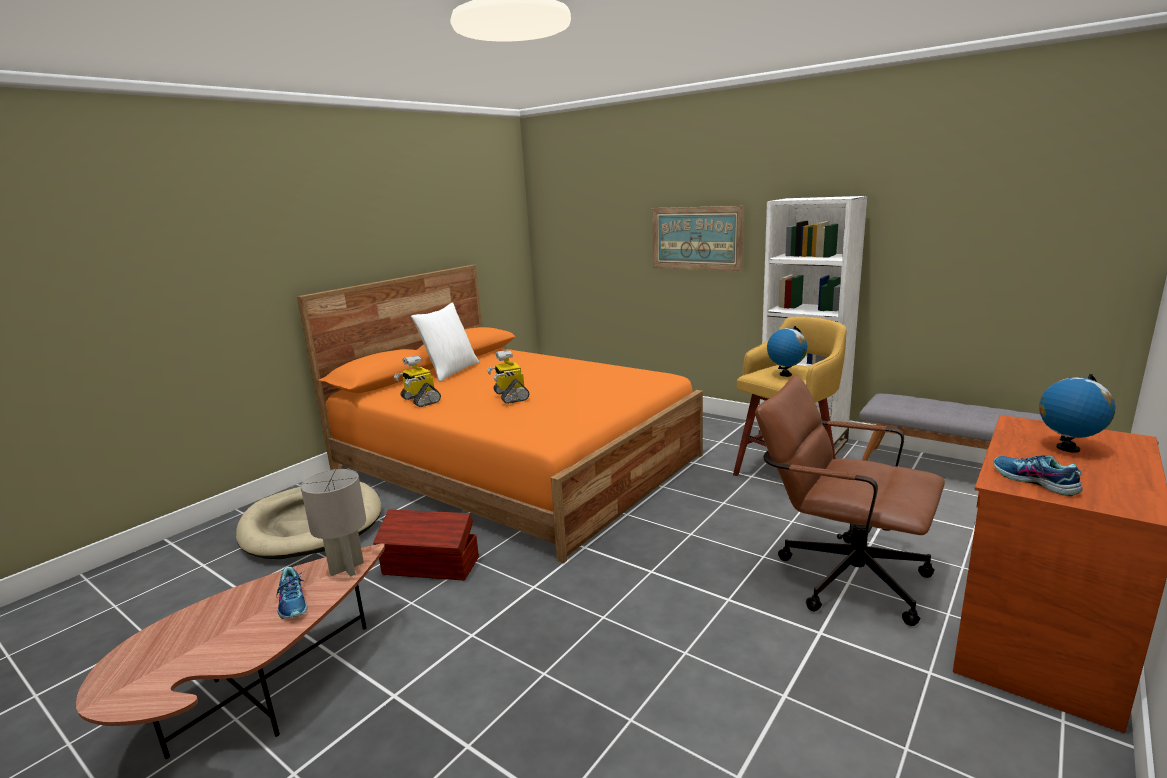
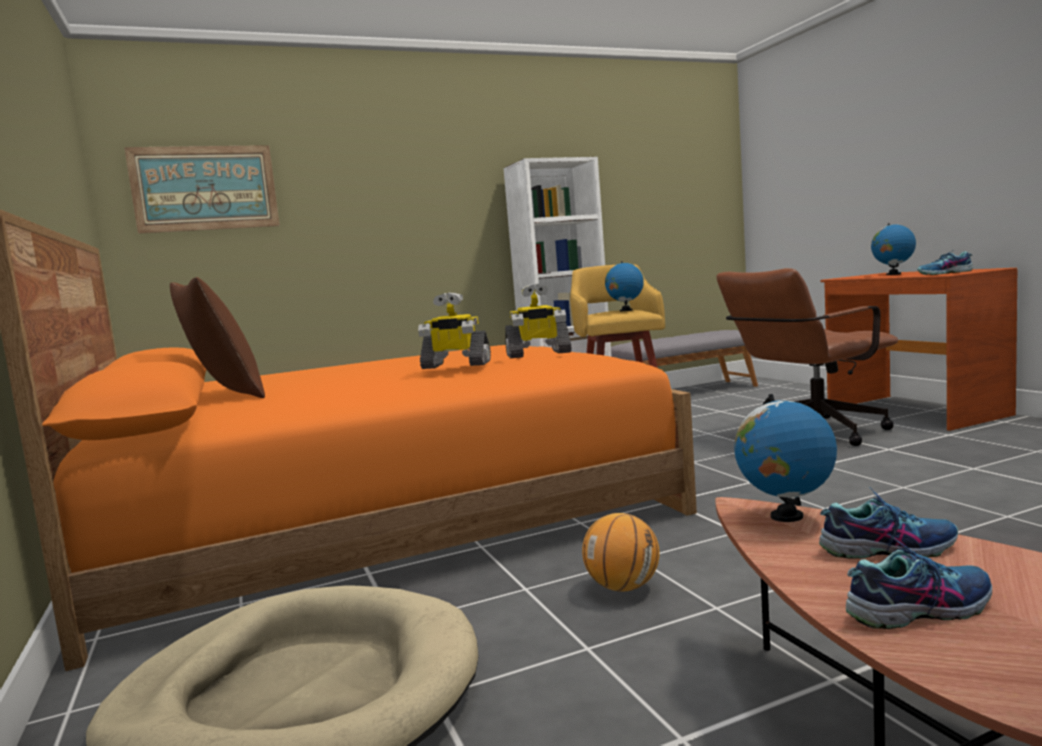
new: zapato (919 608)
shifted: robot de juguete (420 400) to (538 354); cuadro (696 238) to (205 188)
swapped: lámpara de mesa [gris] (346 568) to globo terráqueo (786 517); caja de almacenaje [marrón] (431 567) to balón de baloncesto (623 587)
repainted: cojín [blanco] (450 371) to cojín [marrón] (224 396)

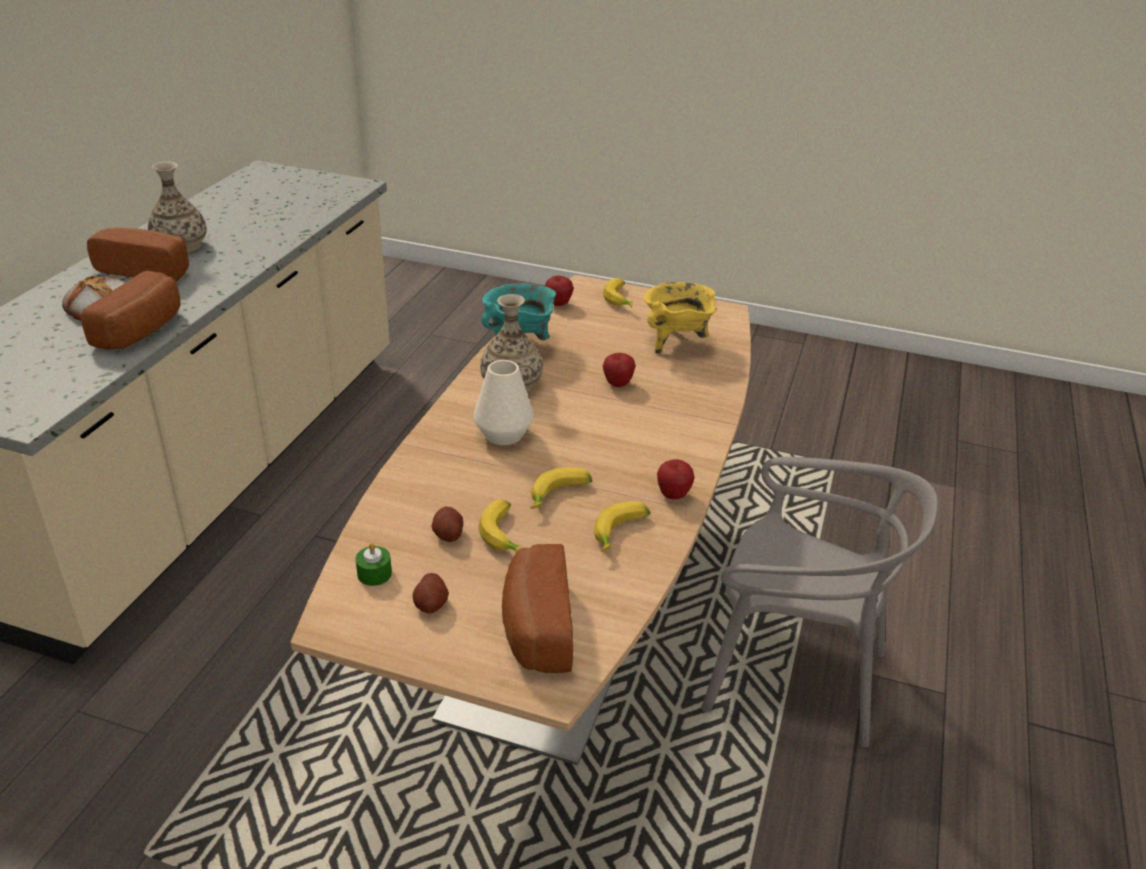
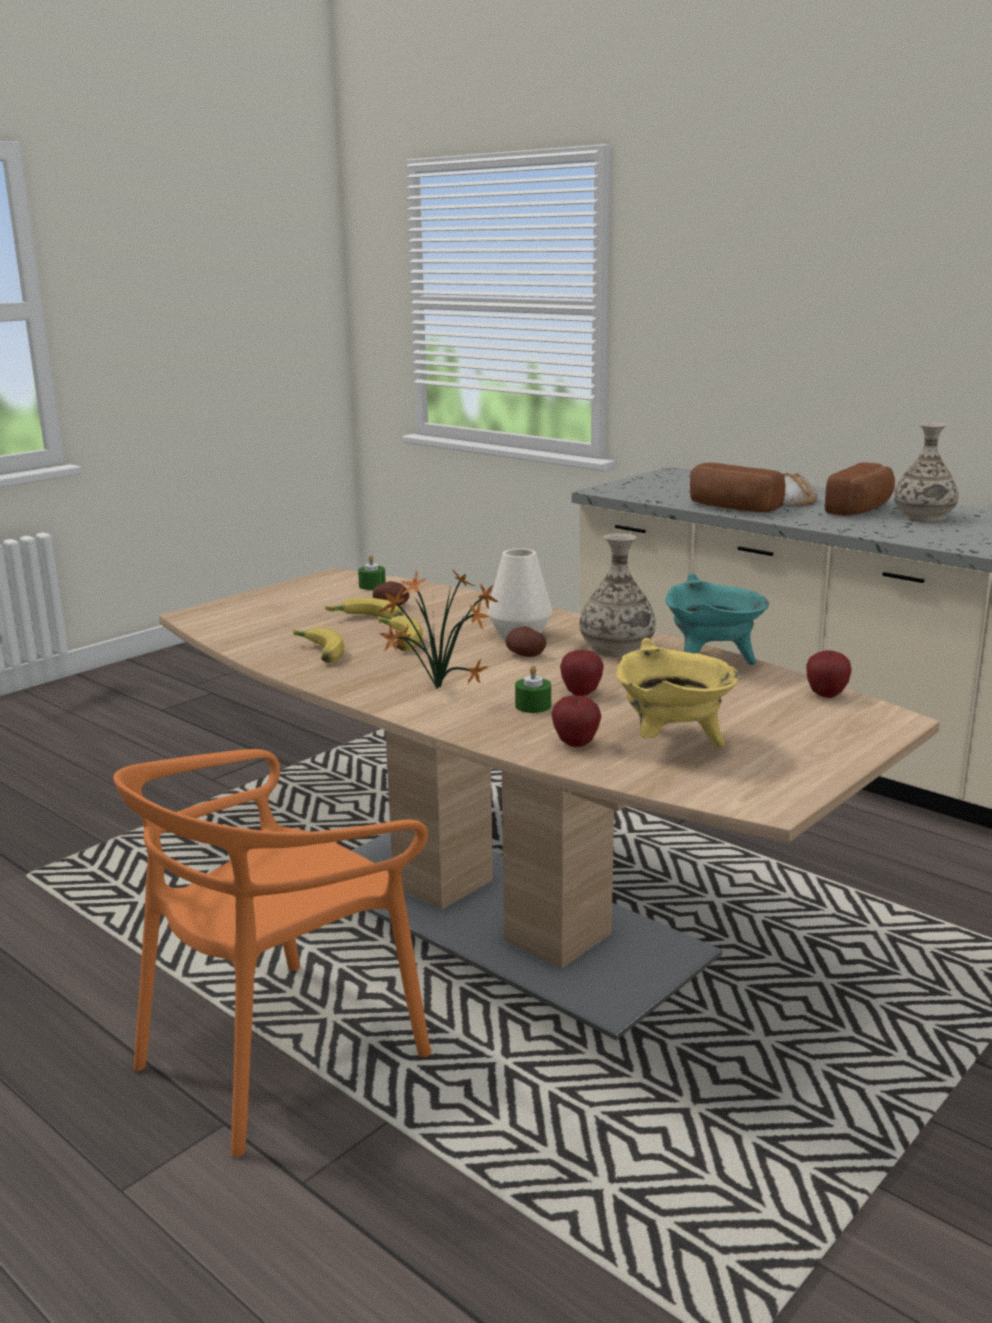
gone: pan (534 627); plátano (621 300)
new: planta en maceta (435 688); vela [verde] (533 706)
shifted: patata (431 604) to (525 655); manzana (673 495) to (576 744)
repainted: silla [gris] (793 674) to silla [naranja] (280 1054)

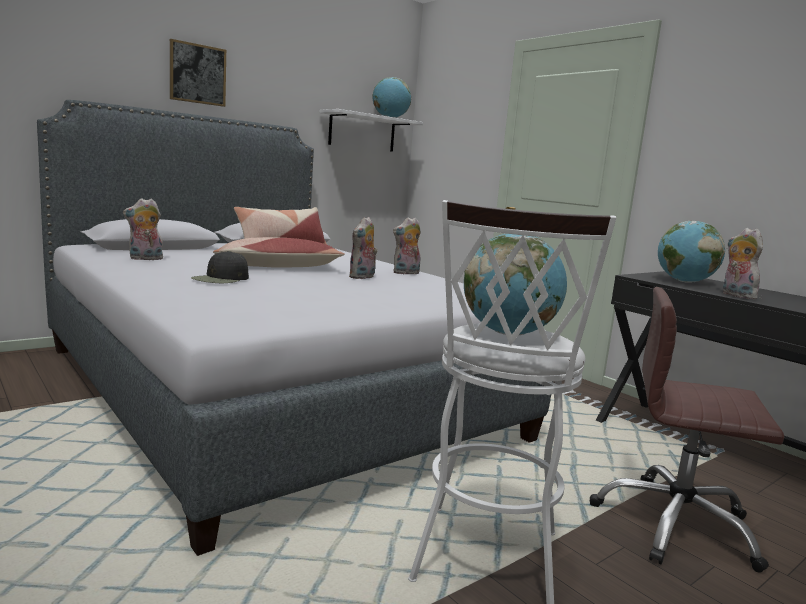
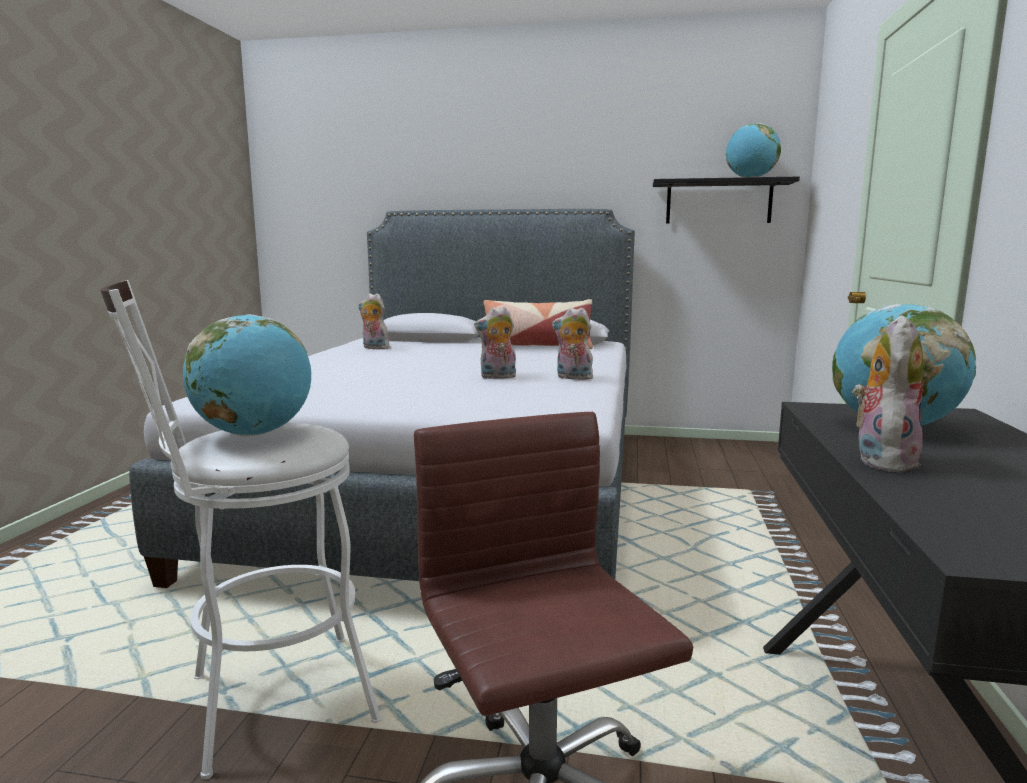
gone: cuadro (197 74); gorra [negro] (221 279); cojín (277 267)
repainted: estante [blanco] (362 132) to estante [negro] (718 202)

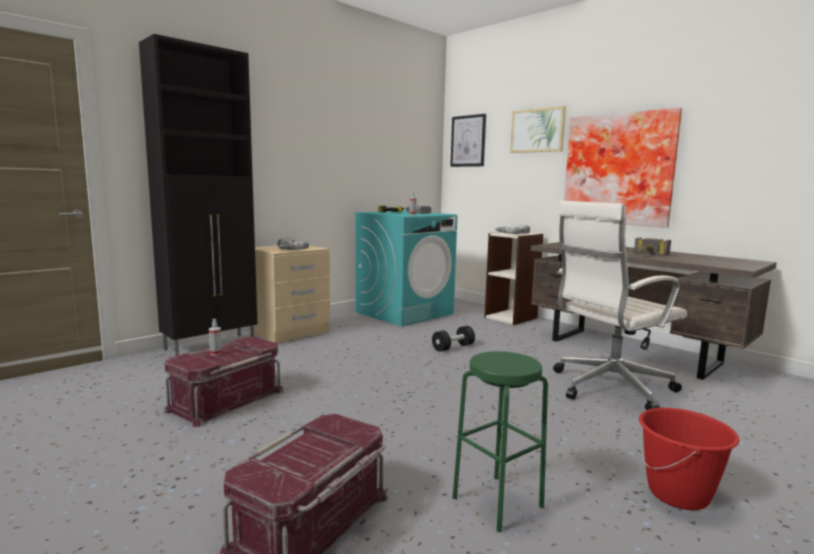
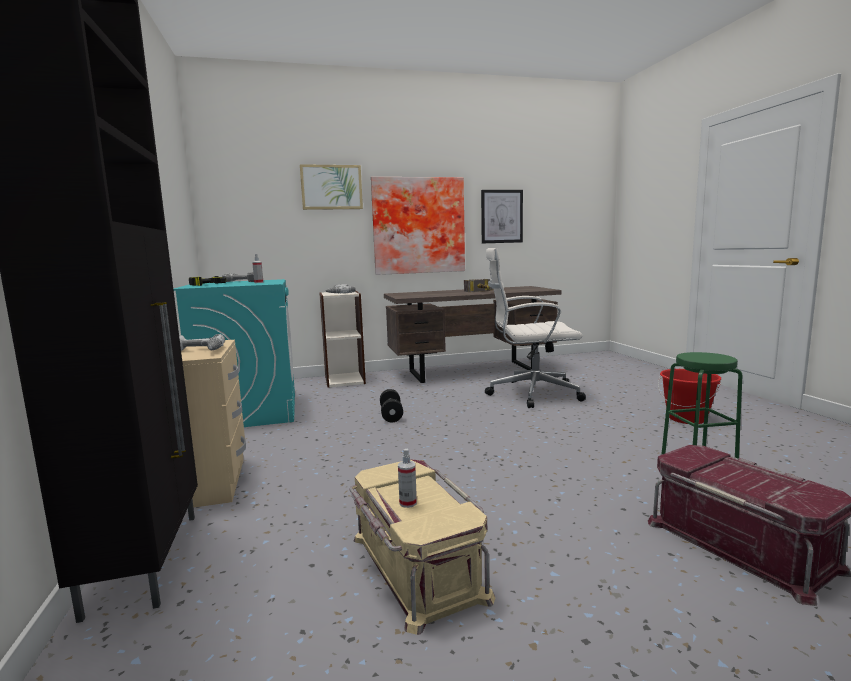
shifted: cuadro (468 141) to (501 216)
repainted: caja de almacenaje [rojo] (226 399) to caja de almacenaje [beis] (415 566)
rotated: silla de oficina [blanco] (608 388) = (531 393) 90 degrees clockwise

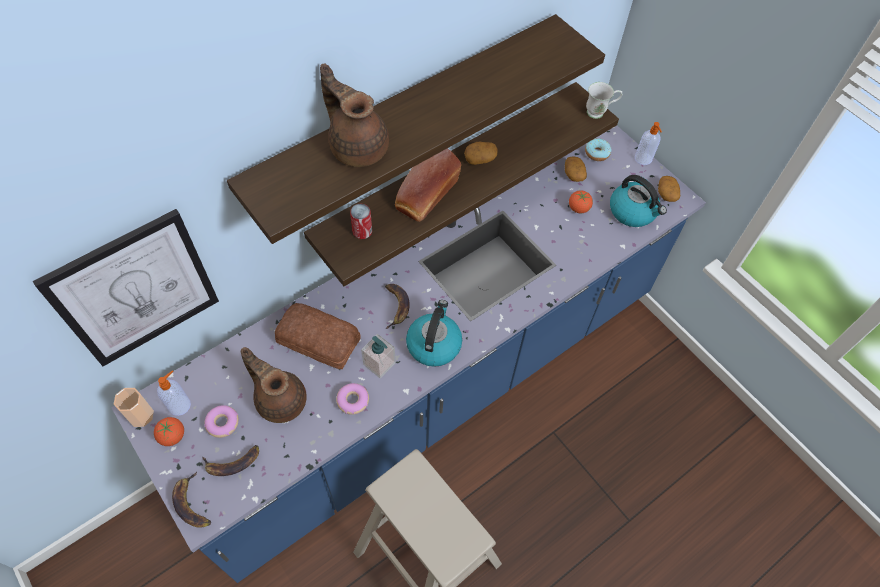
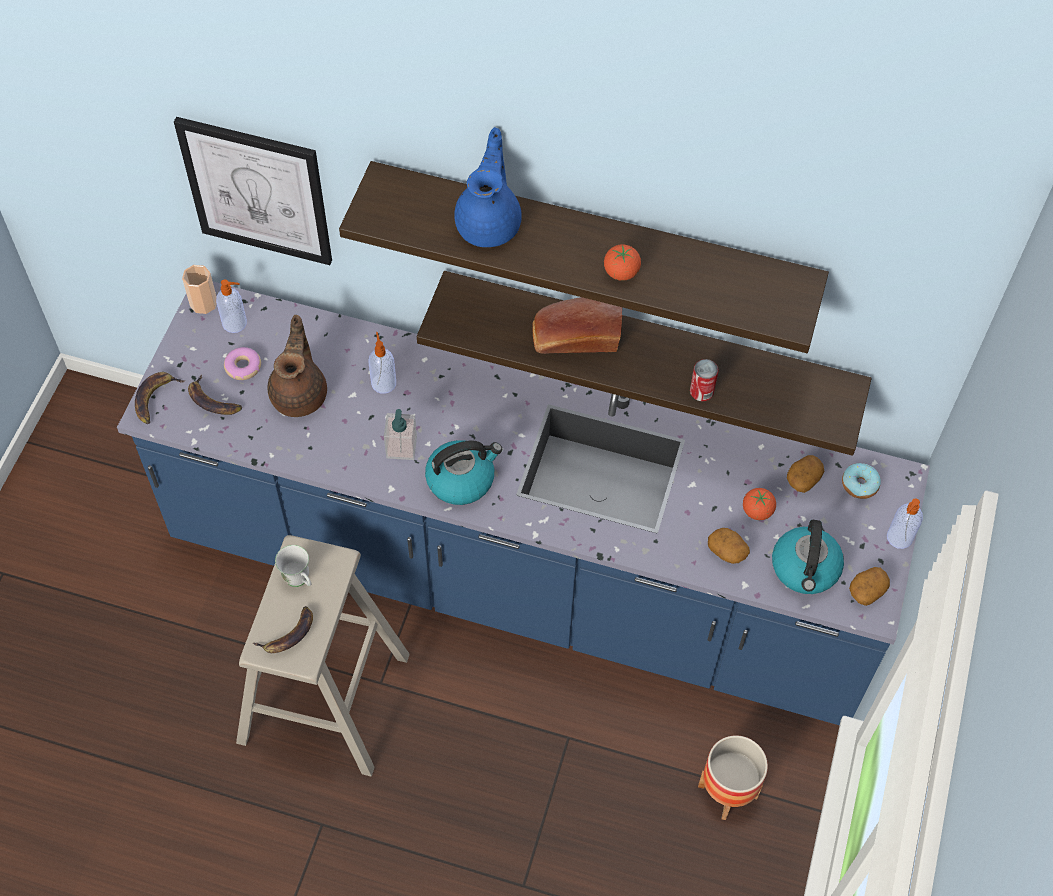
gone: rosquilla (353 401)
new: maceta (727 791)
shifted: tomate (172 436) to (621 273); lata (362 231) to (701 391); plátano (396 306) to (289 635); patata (480 158) to (727 551); taza grande [blanco] (599 112) to (300 581)
swapped: pan (318 342) to dispensador de jabón (383 382)
repainted: tetera [marrón] (357 146) to tetera [azul] (489 223)

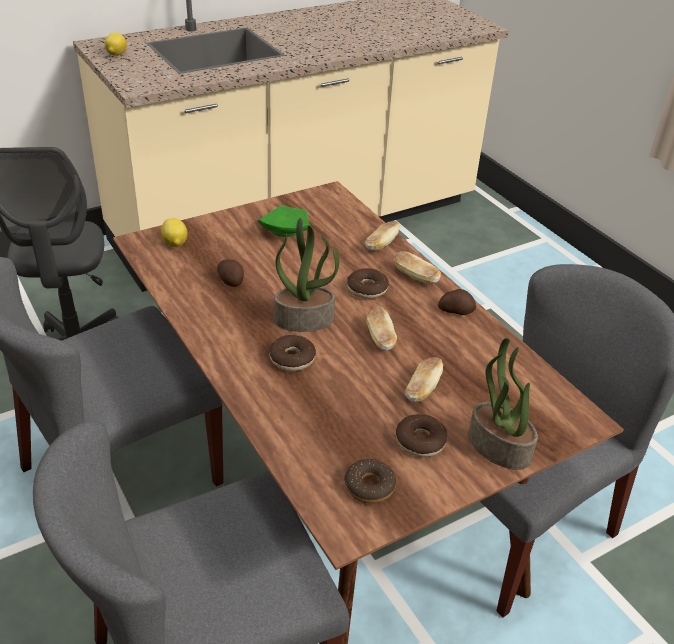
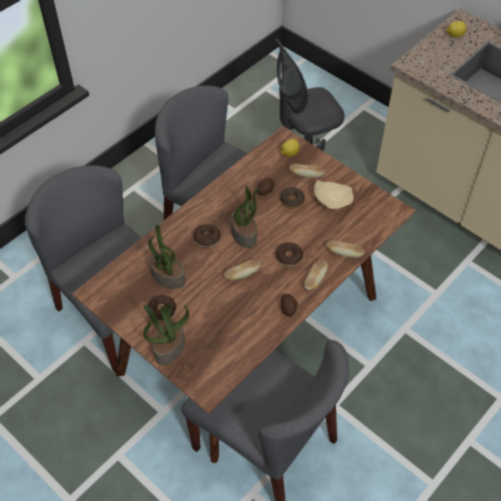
new: planta en maceta (167 277)
shifted: rosquilla (369 486) to (292 200); pan (422 389) to (306 175)
repainted: plato [verde] (284 231) to plato [beis] (332 199)

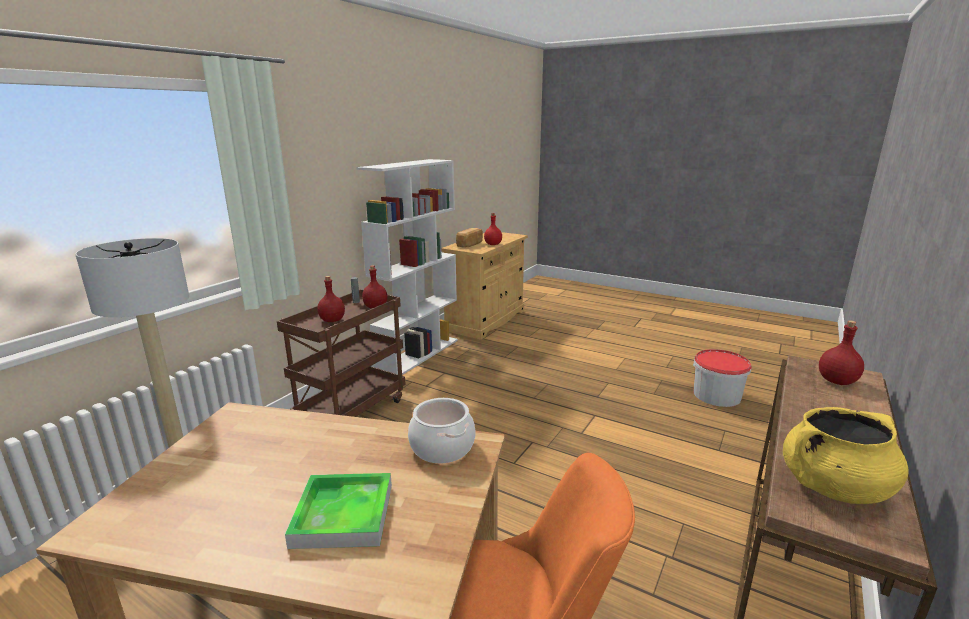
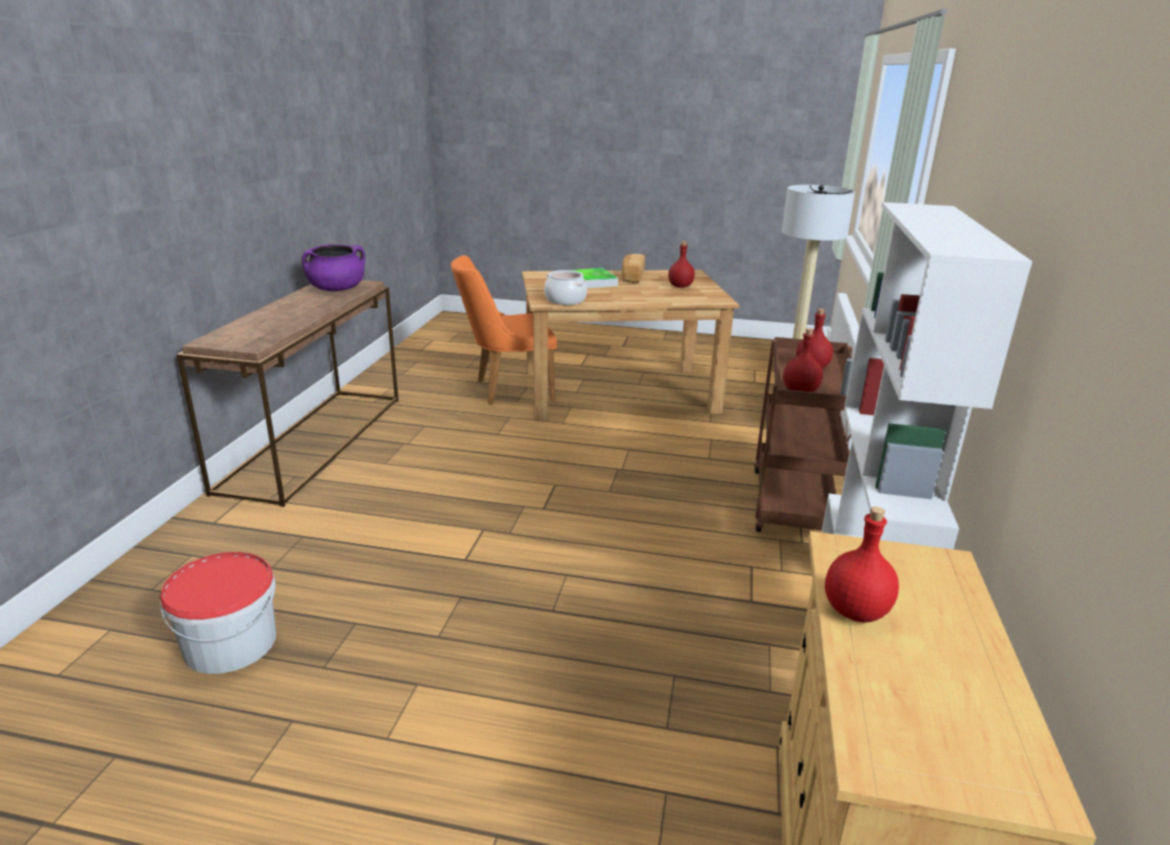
shifted: pan (470 244) to (632 278); botella [rojo] (836 381) to (680 286)
repainted: olla [amarillo] (833 487) to olla [morado] (337 289)

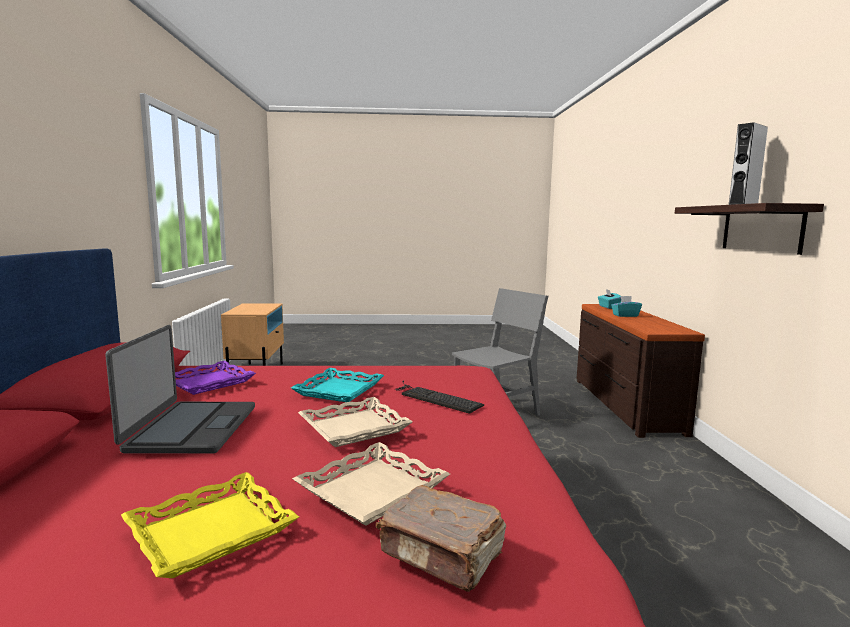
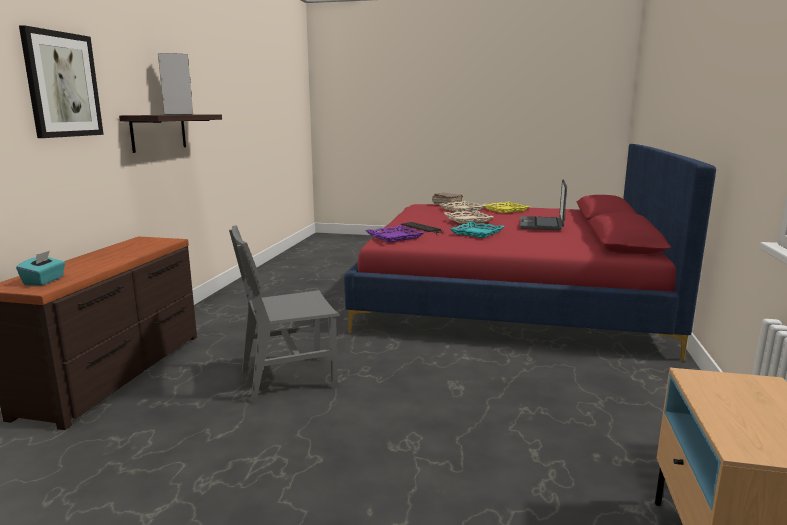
gone: caja de pañuelos [turquesa] (625 315)
new: cuadro (62 85)
shifted: bandeja [morado] (208 382) to (394 237)

